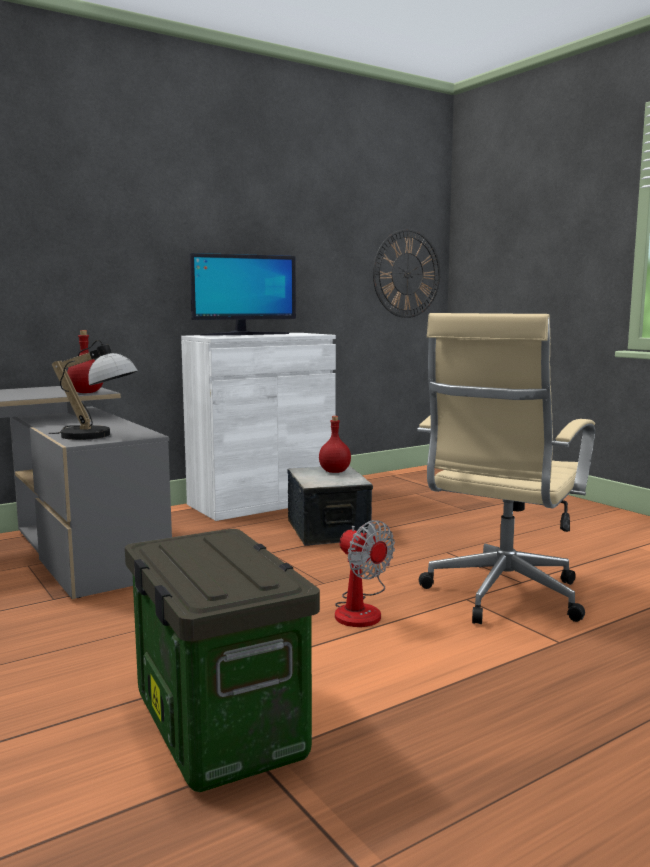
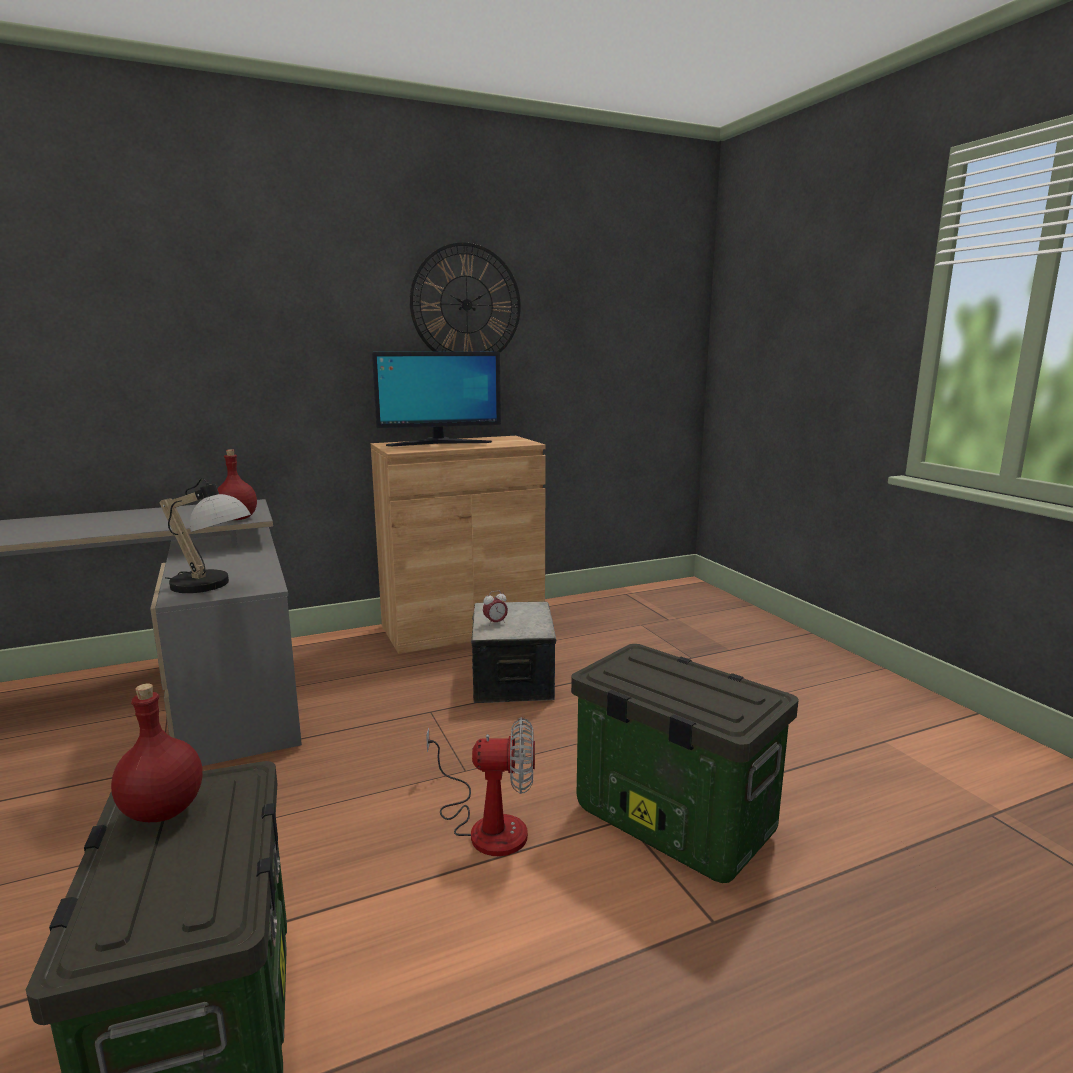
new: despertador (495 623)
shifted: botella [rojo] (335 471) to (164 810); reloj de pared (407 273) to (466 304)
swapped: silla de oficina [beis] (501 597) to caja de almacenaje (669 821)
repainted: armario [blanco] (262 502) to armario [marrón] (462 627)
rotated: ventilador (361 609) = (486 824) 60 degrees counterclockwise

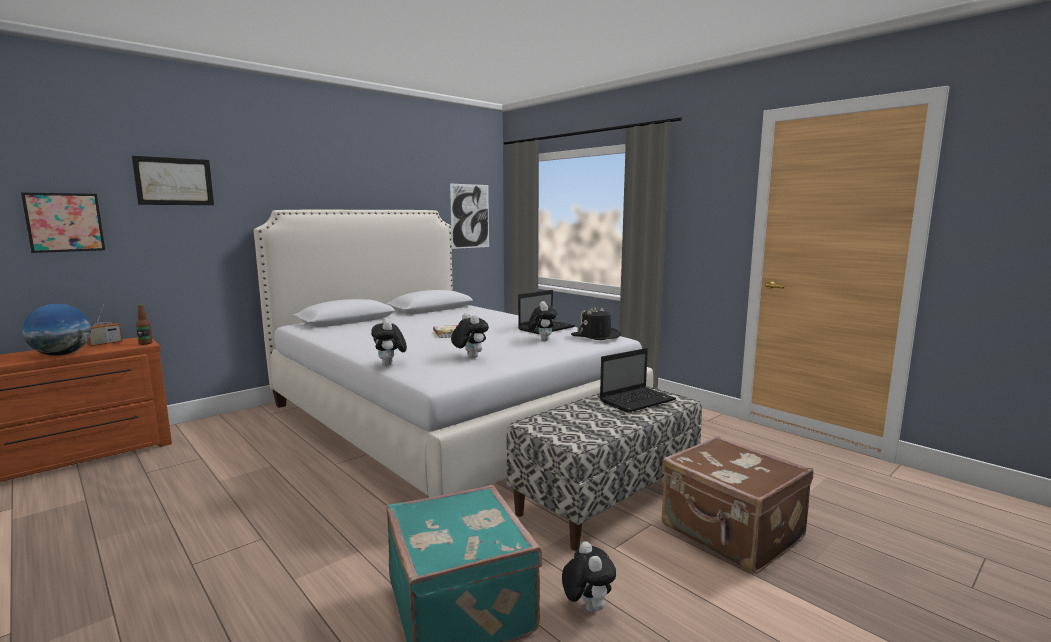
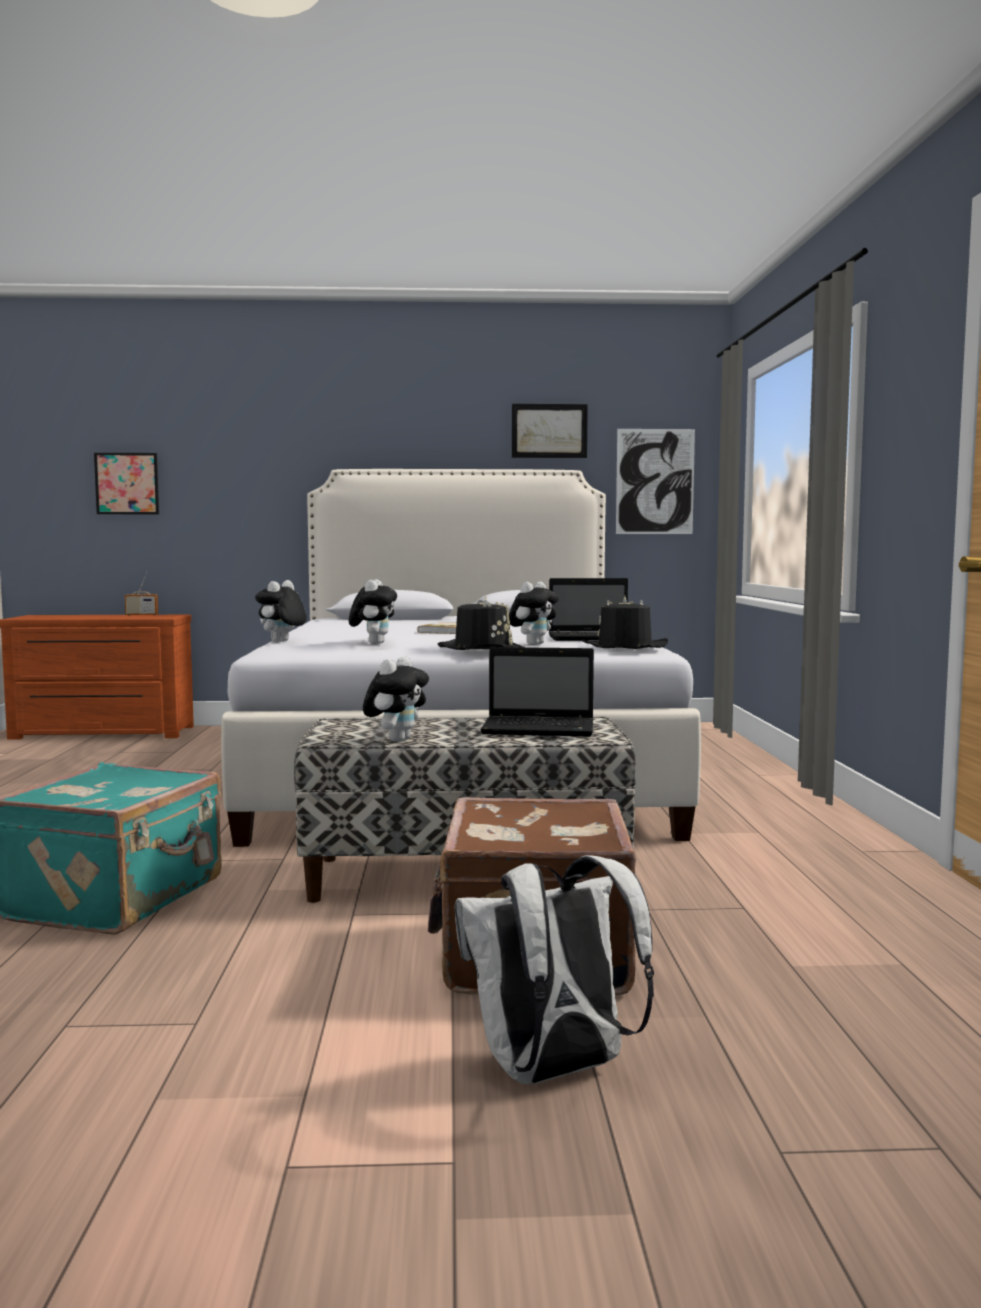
gone: globo terráqueo (62 354); botella (145 343)
new: sombrero [negro] (481 649); mochila [blanco] (552 1072)
shifted: cuadro (174 181) to (549 431); peluche (586 607) to (396 740)

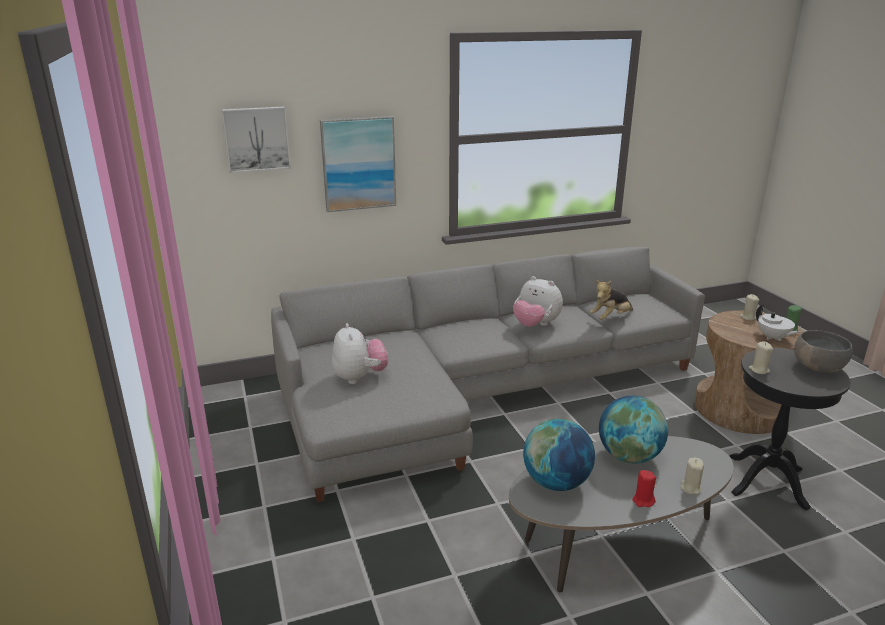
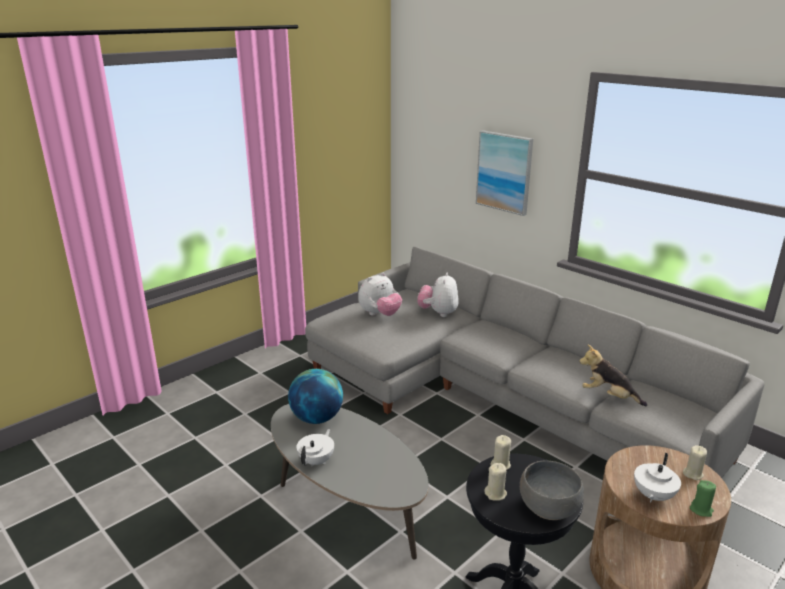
gone: cuadro (256 139); globo terráqueo (629 456)
shifted: peluche (535 325) to (438 313); vela [beis] (690 488) to (495 493)
swapped: vela [rojo] (643 501) to tetera [blanco] (317 460)

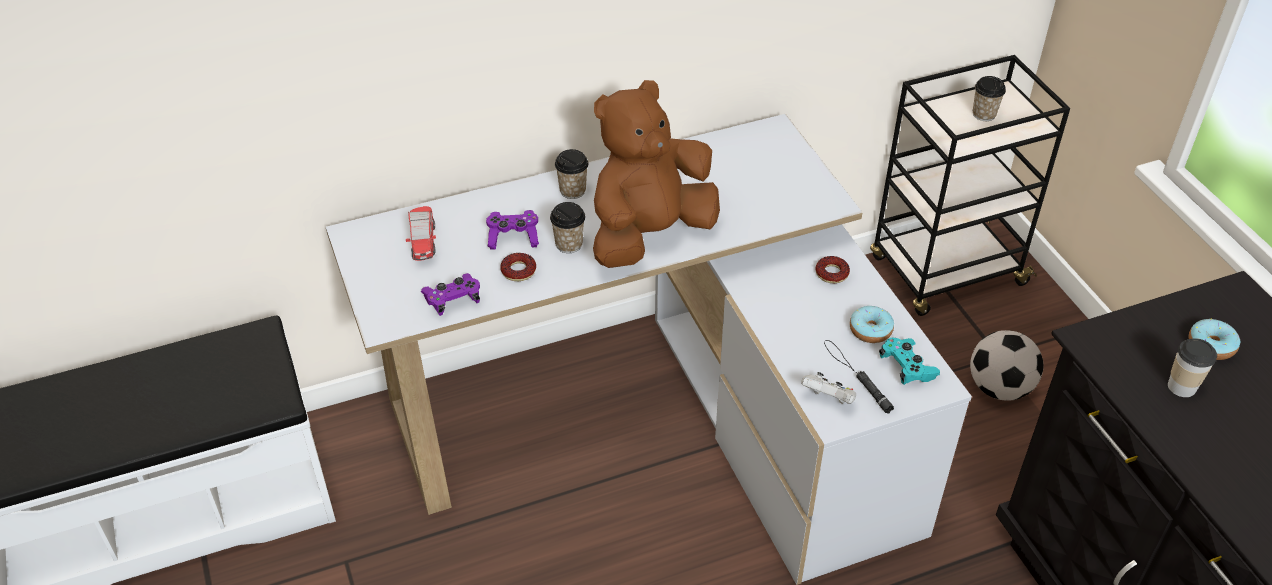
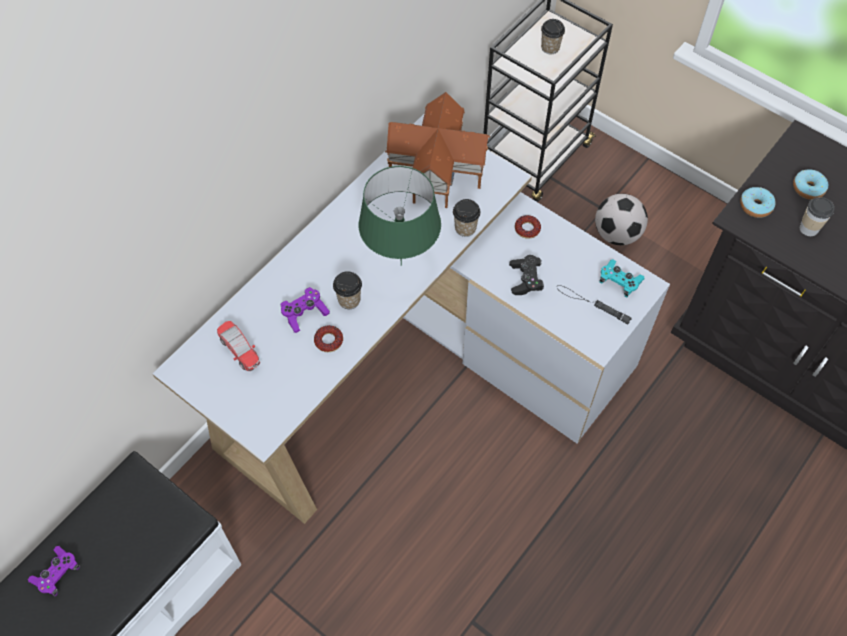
gone: mando de consola [blanco] (828 399)
new: casita (435 170); mando de consola [negro] (525 279)
shifted: mando de consola [morado] (453 300) to (57 574); taza (572 191) to (465 228); rosquilla (870 330) to (755 206)
swapped: peluche [marrón] (649 235) to lámpara de mesa [verde] (400 264)

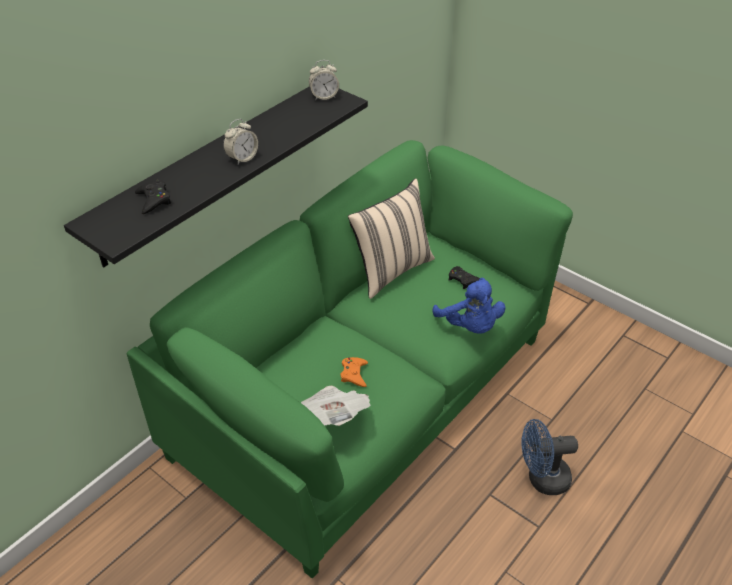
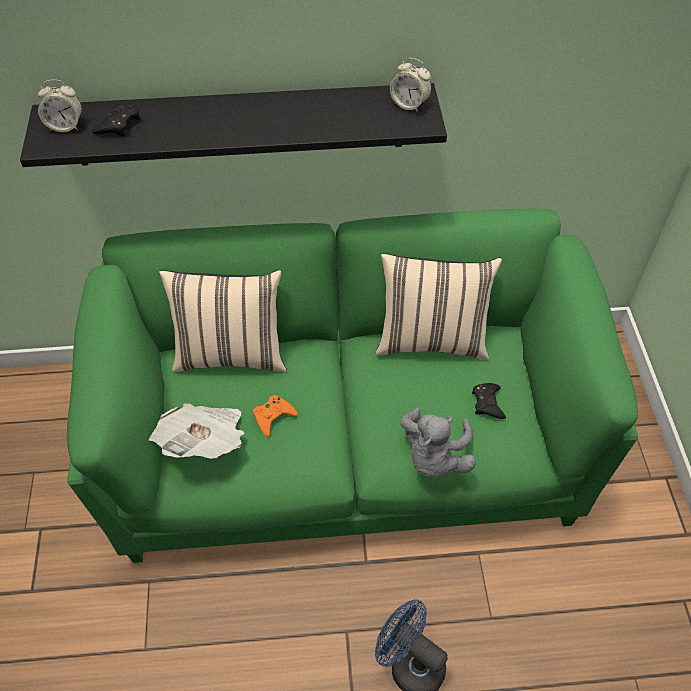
new: cojín [beis] (231 354)
shifted: despertador (242 158) to (66 126)
repainted: peluche [azul] (470 326) to peluche [gris] (434 457)

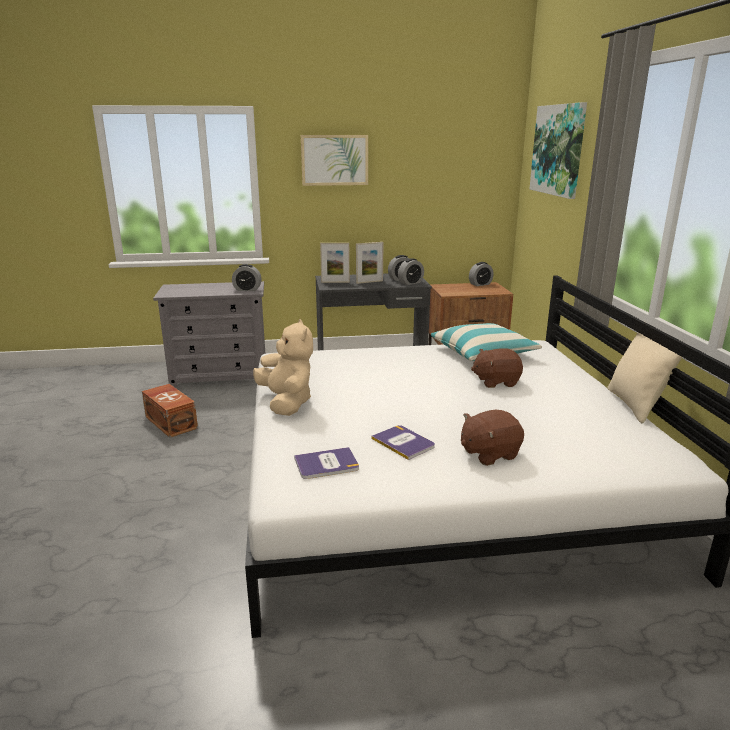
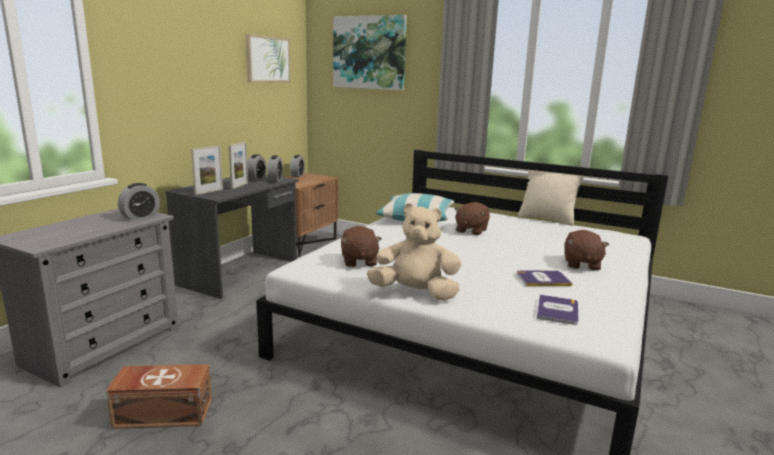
new: peluche [marrón] (359 261)
shifted: cuadro (334 160) to (267 59)

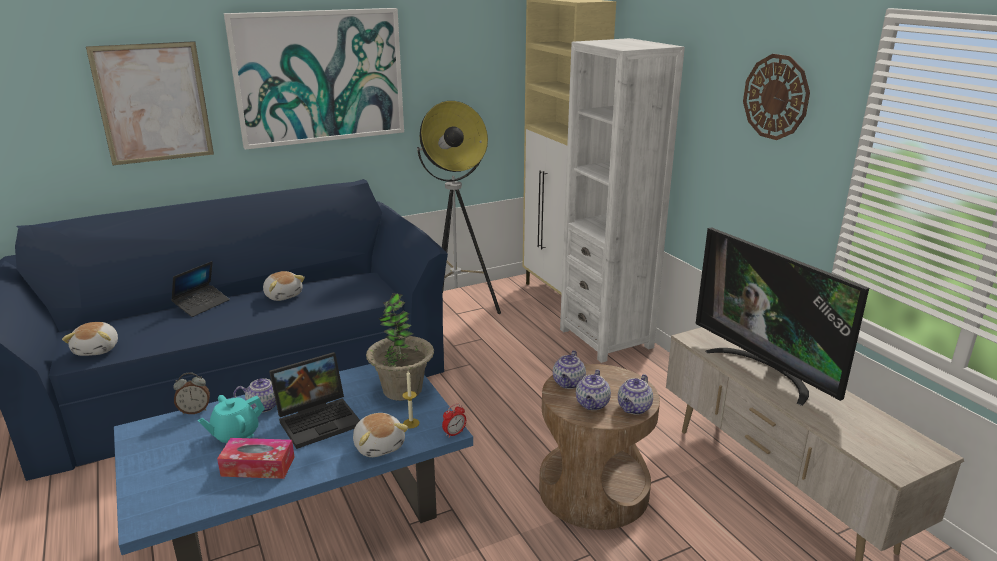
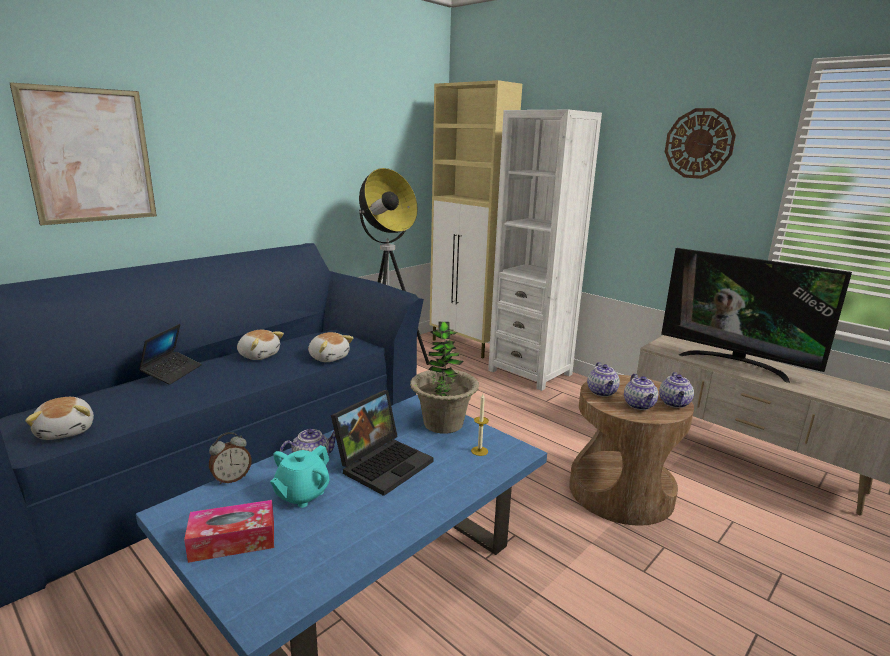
gone: cuadro (320 77); despertador (454 433)
shifted: caja de pañuelos (258 466) to (233 540); peluche (379 445) to (329 357)

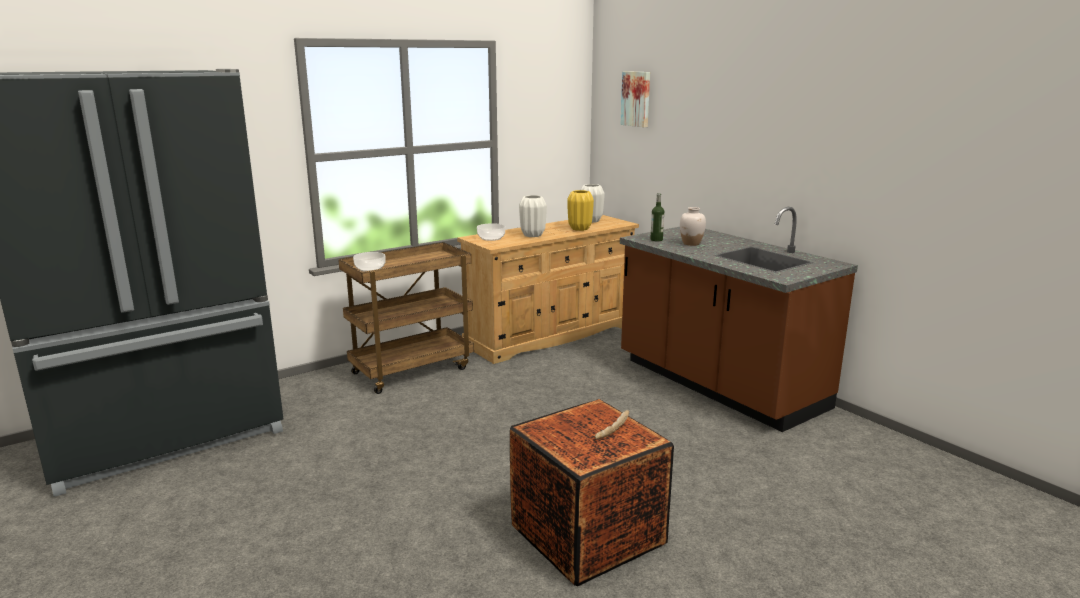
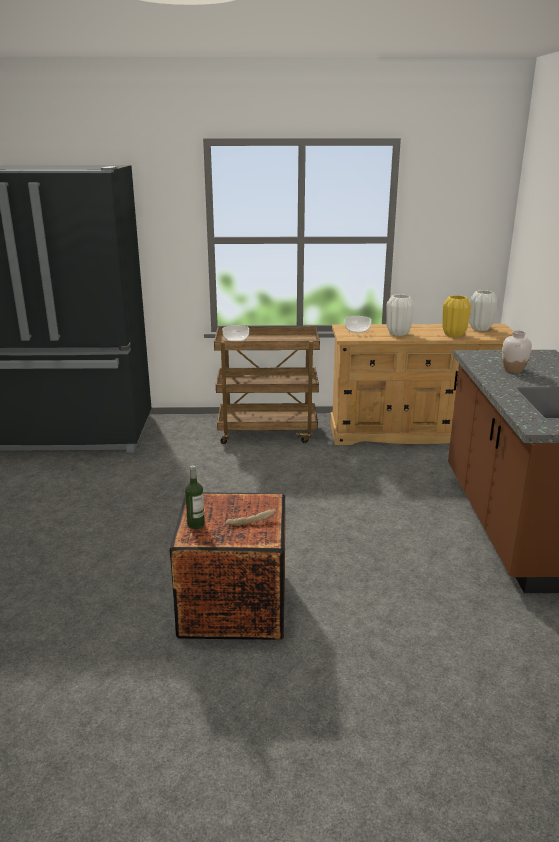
gone: cuadro (636 99)
shifted: botella (656 240) to (196 524)

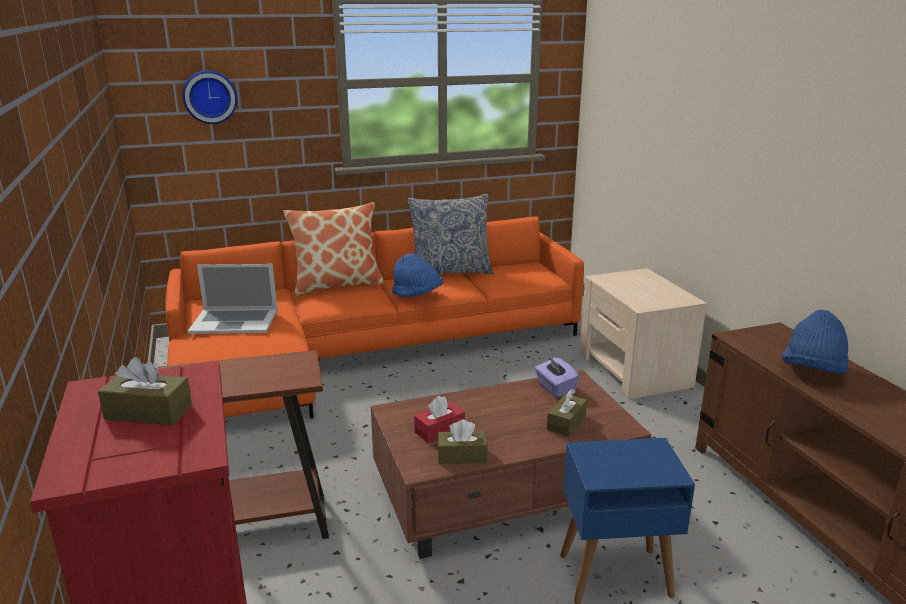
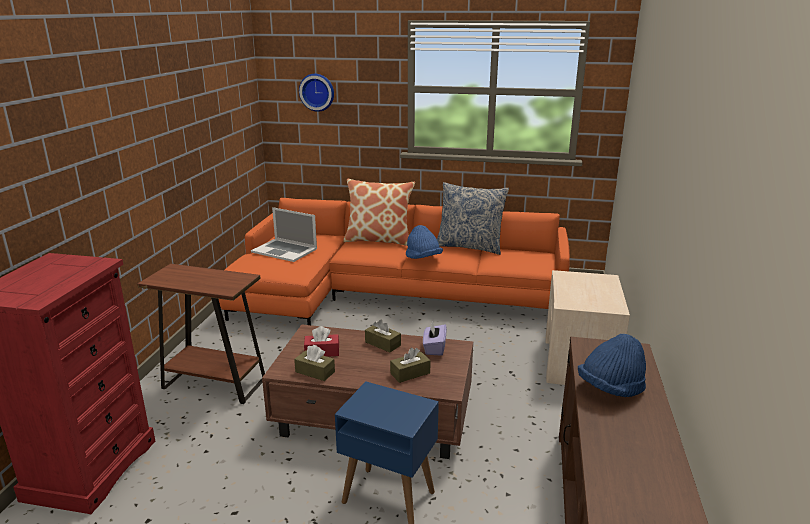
shifted: caja de pañuelos [marrón] (148 412) to (382 344)

